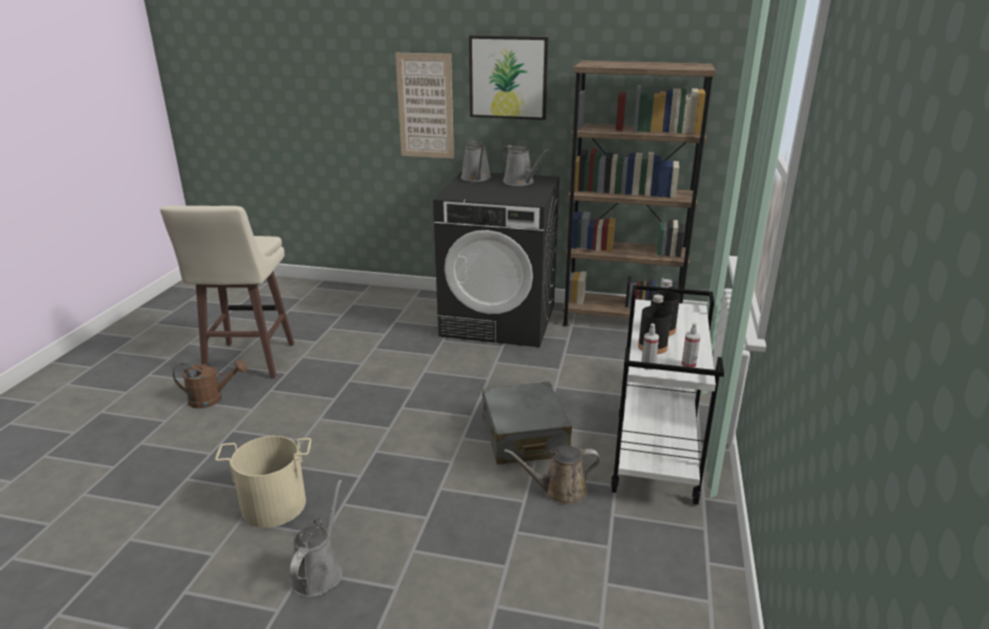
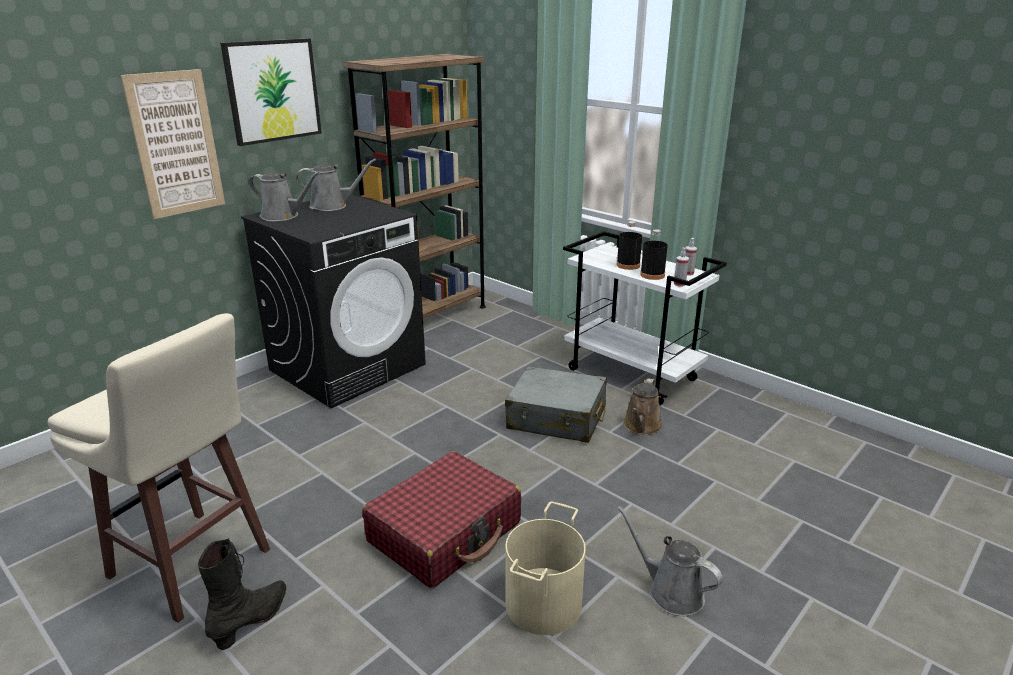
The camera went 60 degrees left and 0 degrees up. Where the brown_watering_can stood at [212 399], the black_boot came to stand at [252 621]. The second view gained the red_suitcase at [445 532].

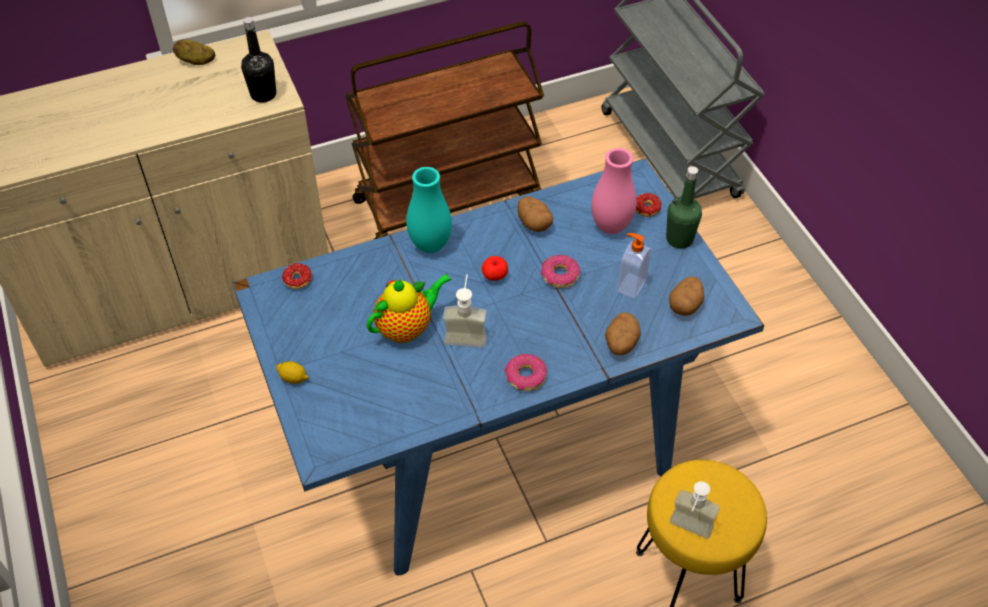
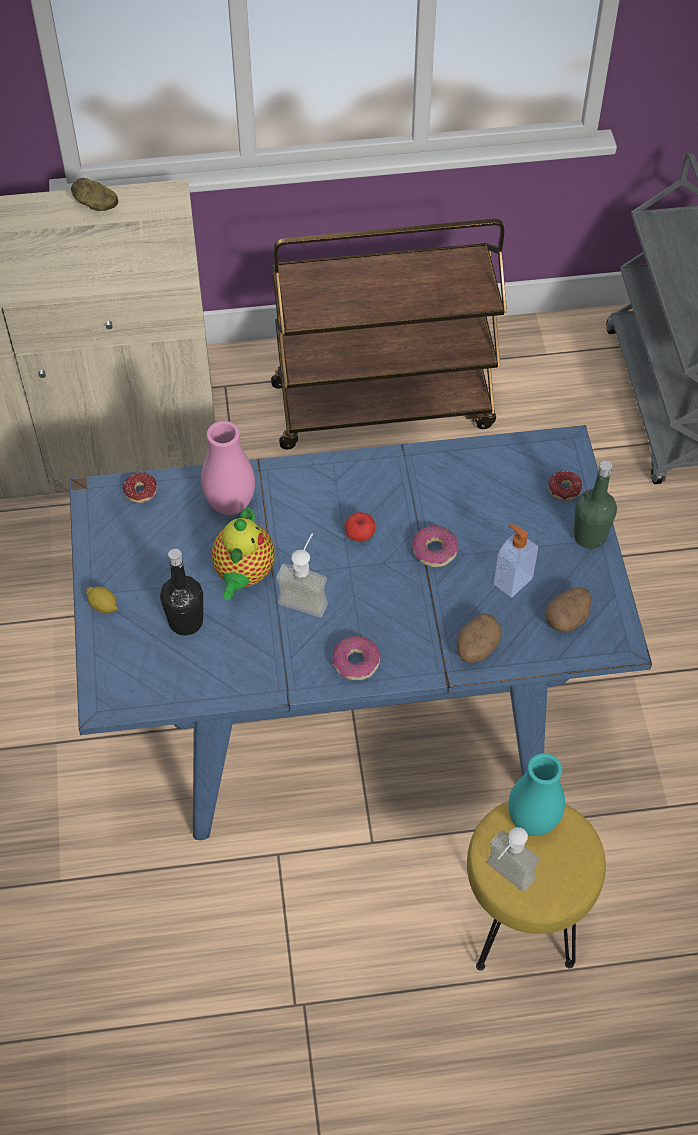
The camera went 15 degrees right and 5 degrees up. The black_bottle ended up elsewhere, having gone from [263 94] to [186 622]. The pink_vase ended up elsewhere, having gone from [611 226] to [230 504]. The turquoise_vase ended up elsewhere, having gone from [430 245] to [532 821]. The second view lost the potato at [534 223]. The teapot at [407 327] ended up facing another way, 120 degrees clockwise from before.

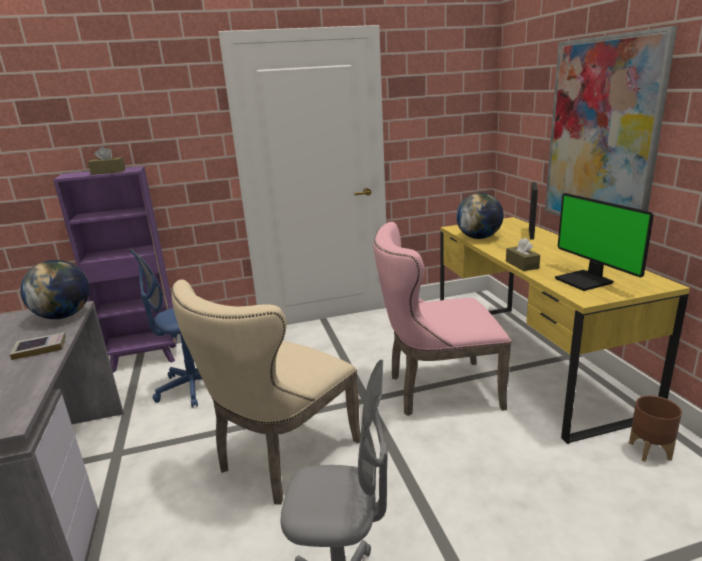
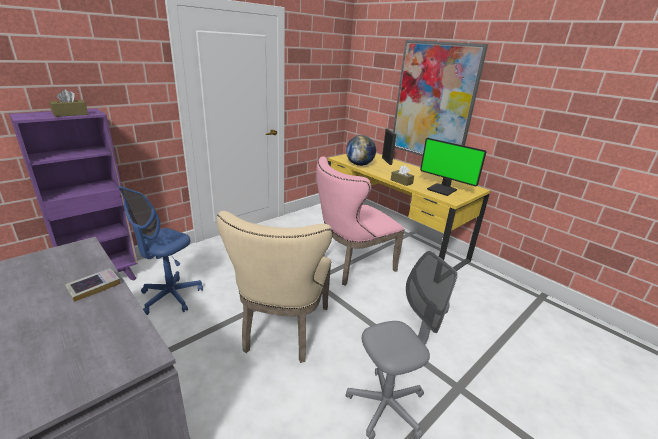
The camera went 30 degrees left and 5 degrees up. The second view lost the globe at [64 316]. The second view lost the brown_planter at [650 451].

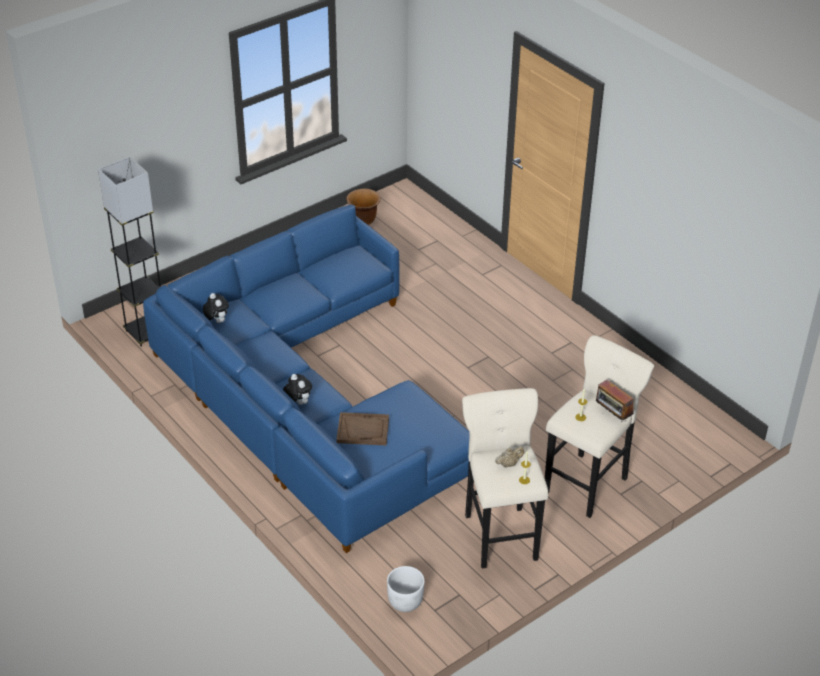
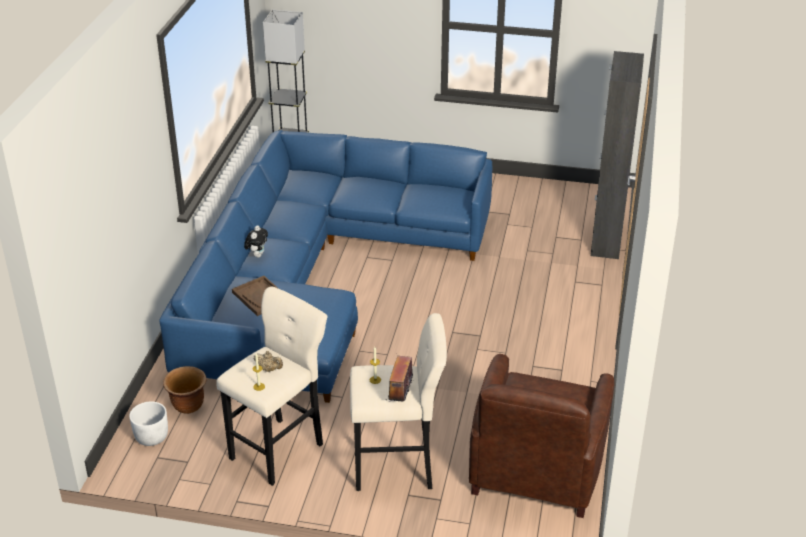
The camera went 50 degrees right and 5 degrees down. The brown_planter ended up elsewhere, having gone from [363 220] to [188 406]. The second view lost the plush_toy at [216 321]. The second view gained the black_cabinet at [606 240]. The second view gained the brown_armchair at [536 470].

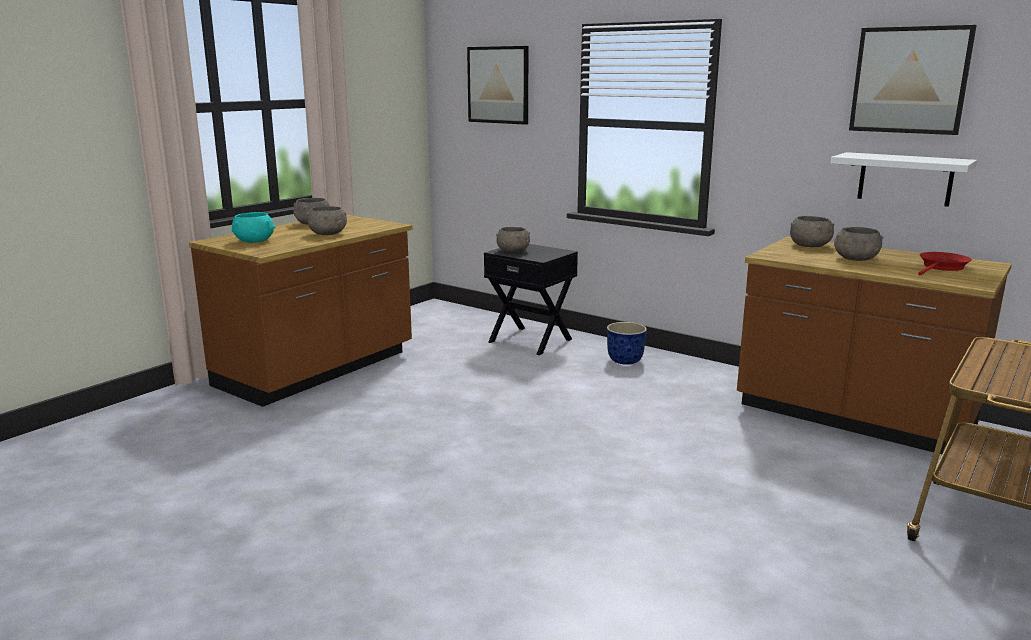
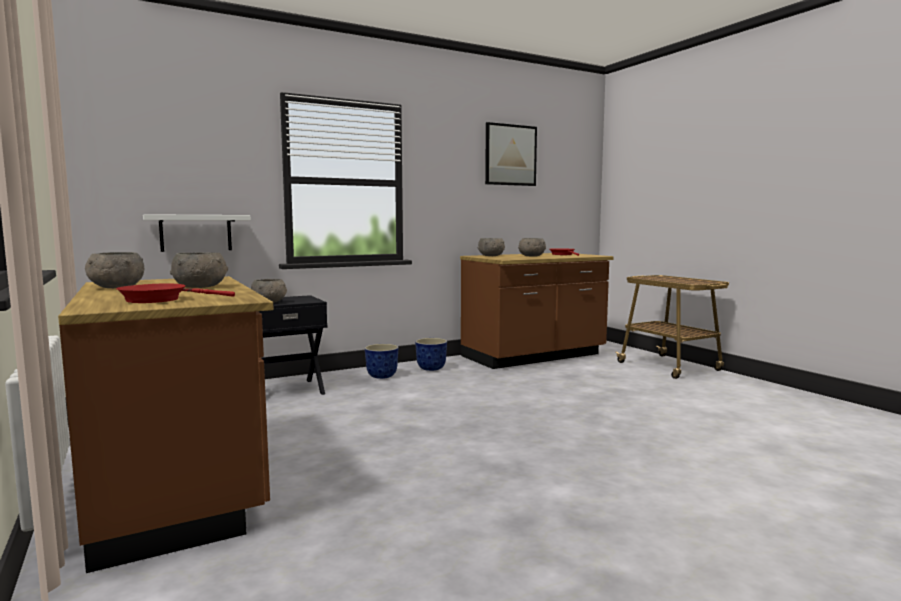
The camera went 65 degrees left and 10 degrees down. The second view lost the picture at [498 85]. The white_shelf ended up elsewhere, having gone from [905 179] to [196 233]. Where the turquoise_bowl stood at [254 241], the red_frying_pan came to stand at [159 300]. The second view gained the planter at [431 368].

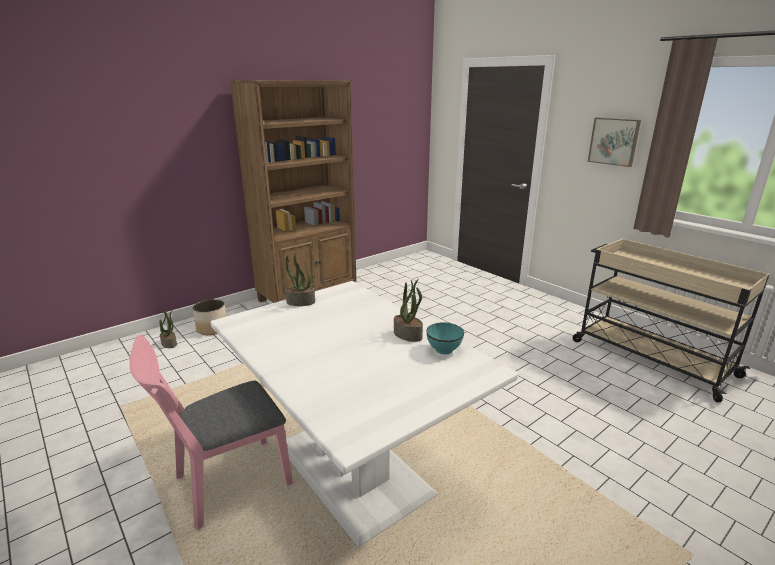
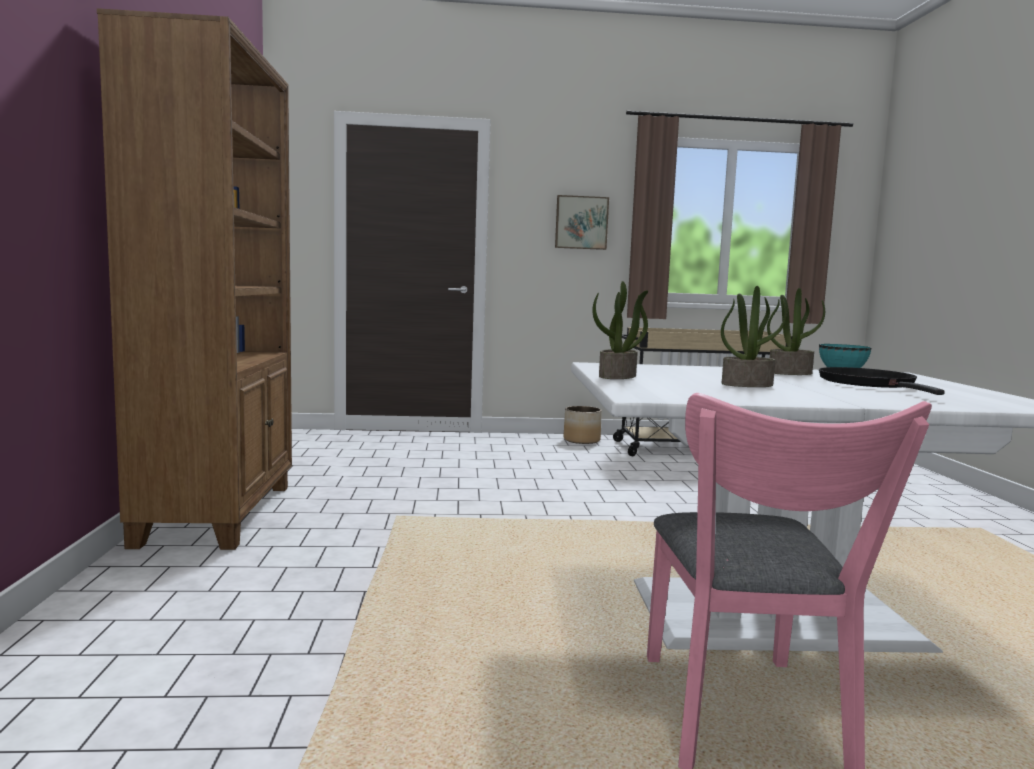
The camera went 55 degrees left and 15 degrees down. The planter ended up elsewhere, having gone from [212 329] to [582 440]. The potted_plant ended up elsewhere, having gone from [169 344] to [747 384]. The second view gained the black_frying_pan at [870 384].

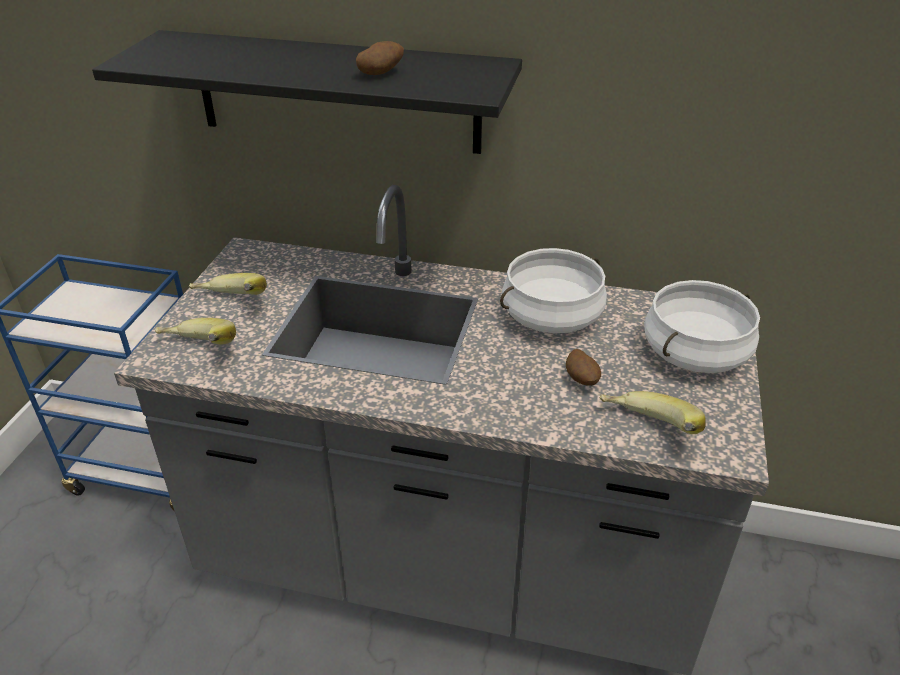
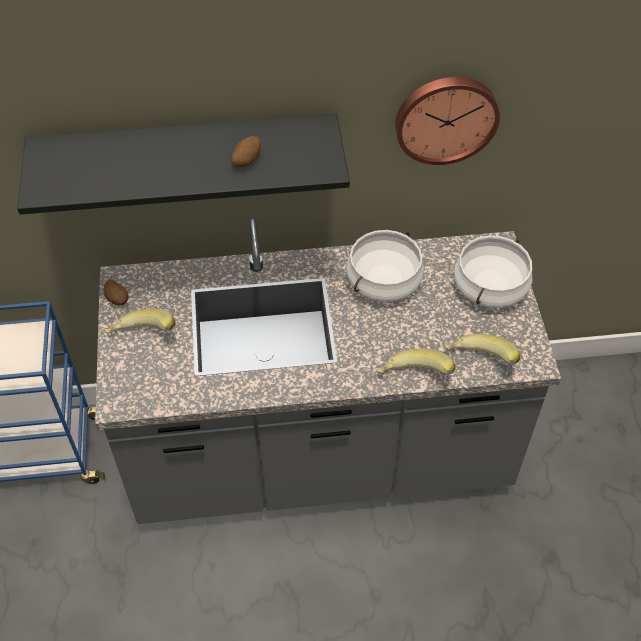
The camera went 20 degrees left and 15 degrees up. The banana ended up elsewhere, having gone from [198 353] to [413 378]. The potato ended up elsewhere, having gone from [581 380] to [117 299]. The second view gained the wall_clock at [445 118].

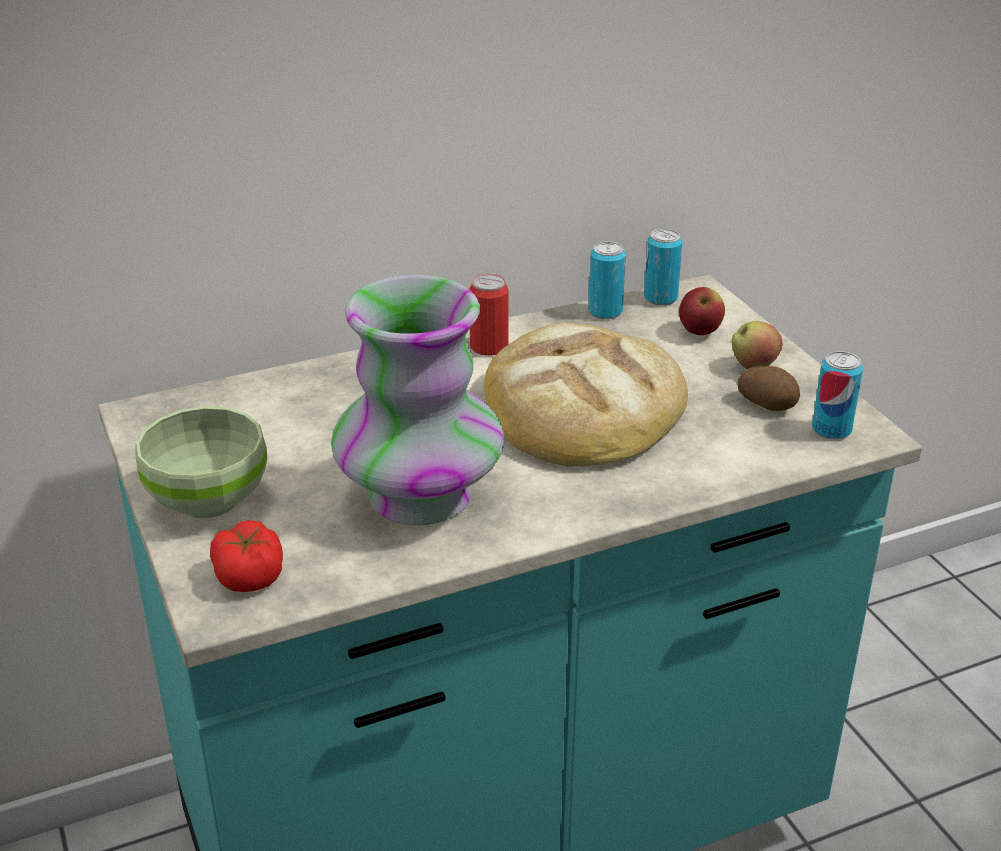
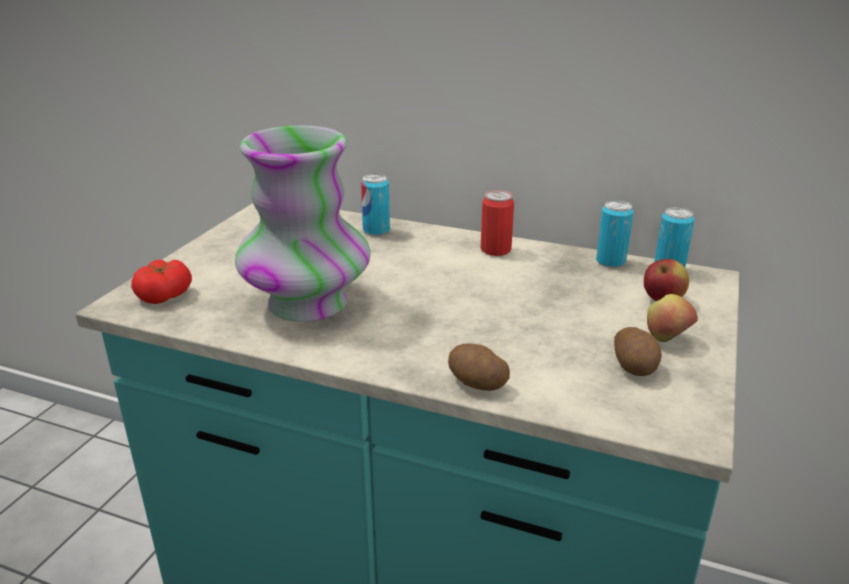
The camera went 45 degrees right and 5 degrees down. The second view lost the bread at [583 406]. The can ended up elsewhere, having gone from [831 430] to [376 231]. The second view lost the green_bowl at [206 501]. The second view gained the potato at [476 383].

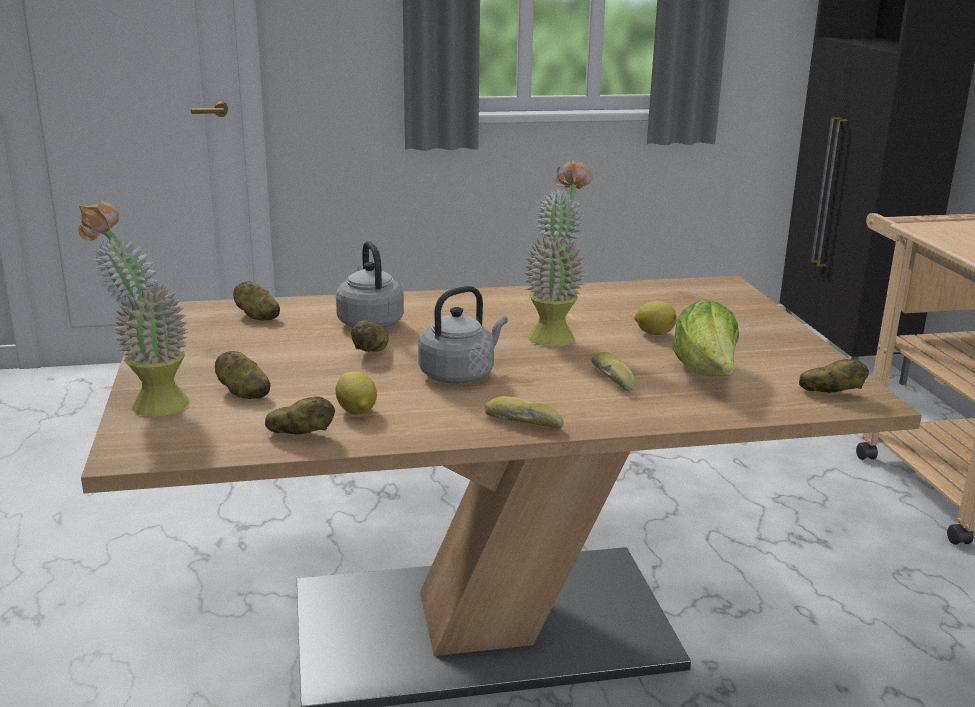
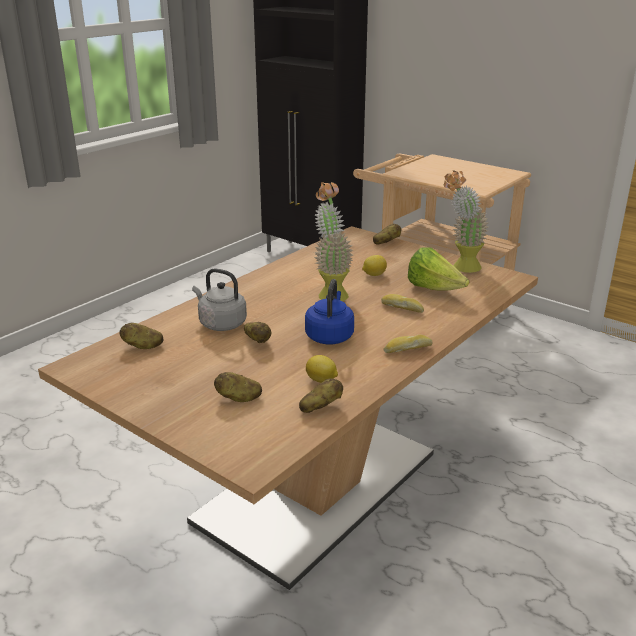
The camera went 40 degrees left and 5 degrees up. The potted_plant ended up elsewhere, having gone from [147 403] to [460 268]. What was the grey_kettle at [460 374] turned into the blue_kettle at [330 336]. The potato ended up elsewhere, having gone from [831 393] to [386 242].

